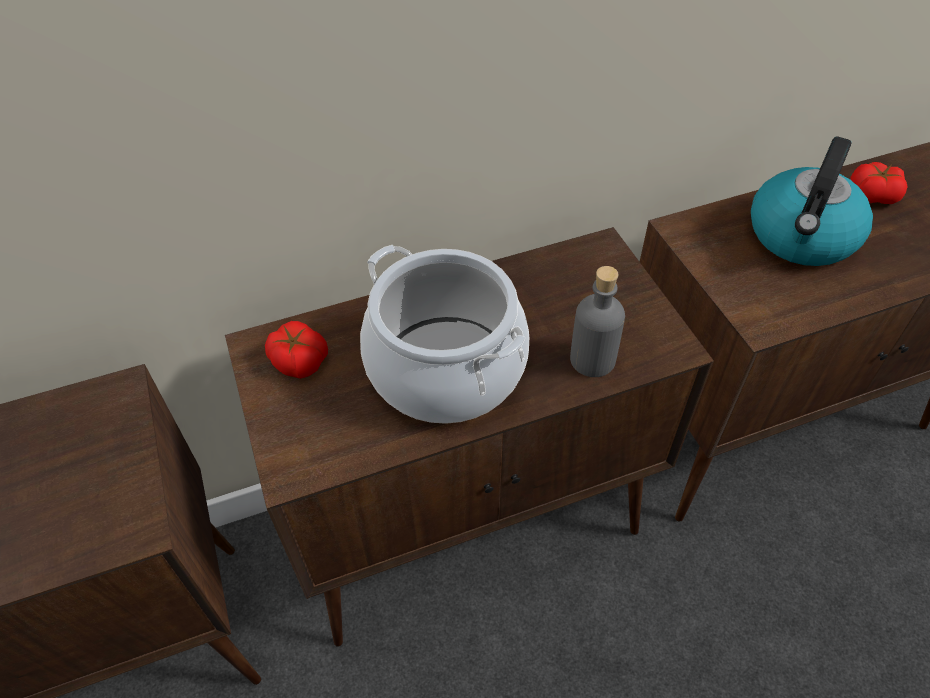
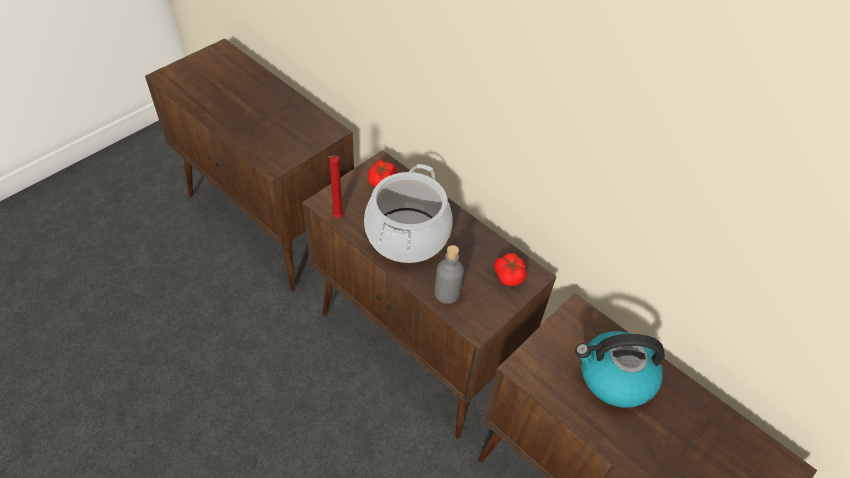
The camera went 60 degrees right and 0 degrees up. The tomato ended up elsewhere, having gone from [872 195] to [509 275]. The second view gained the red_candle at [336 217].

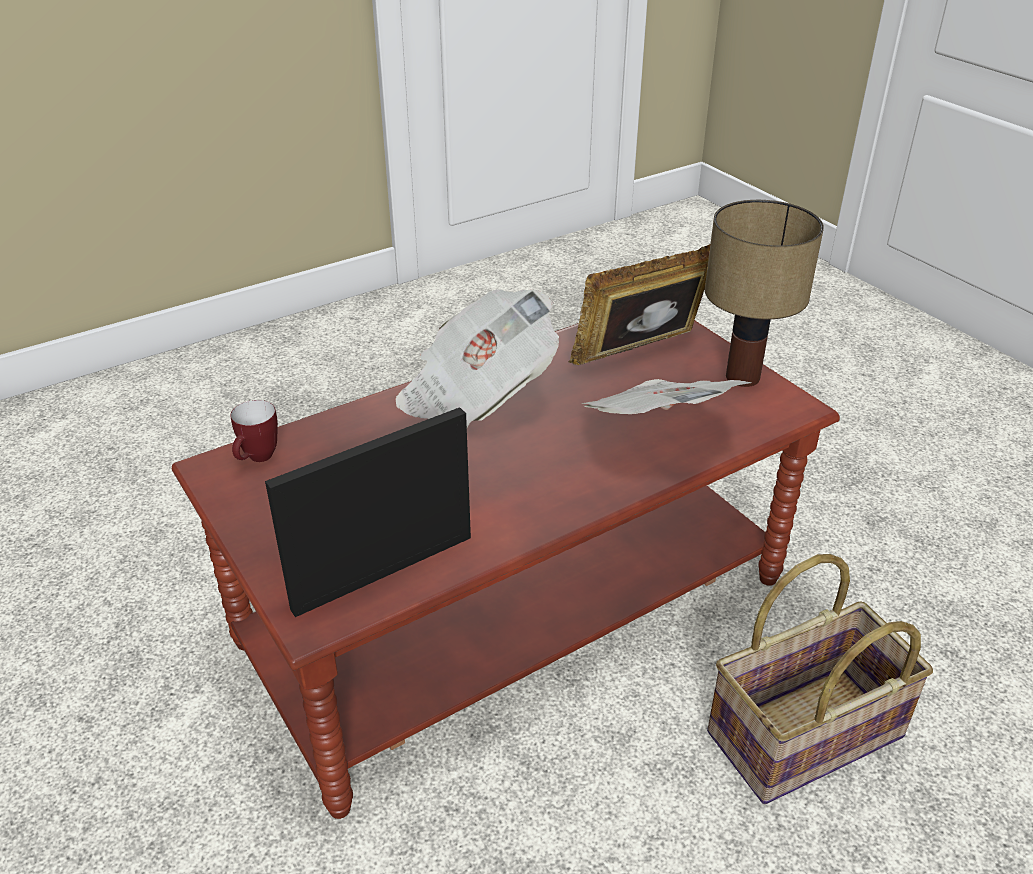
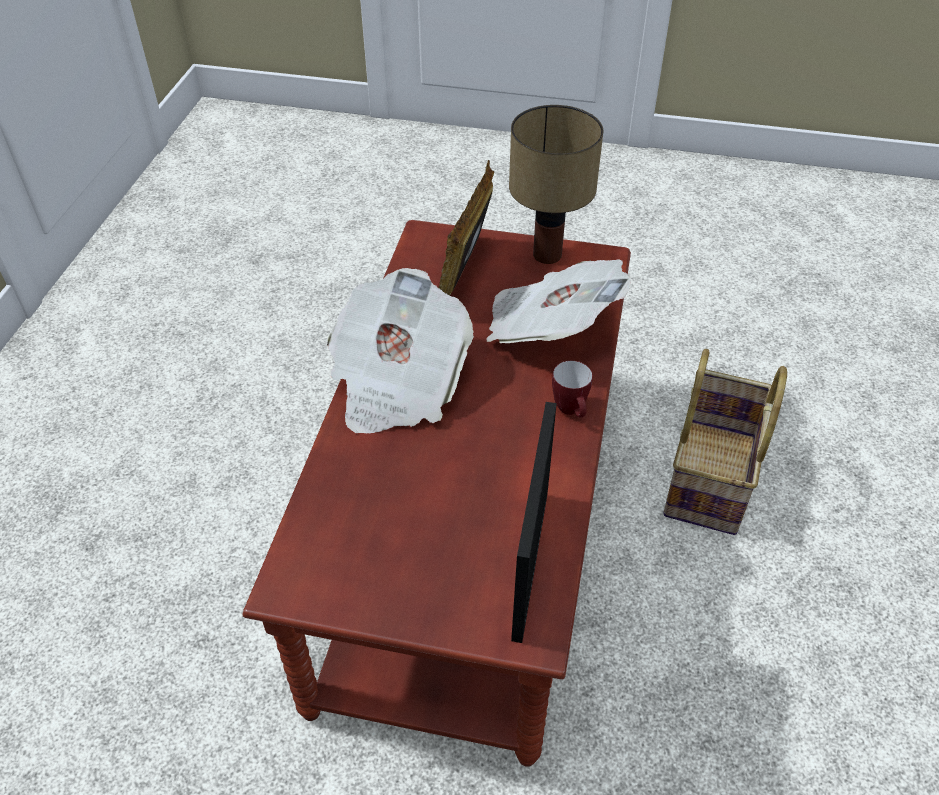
The camera went 45 degrees left and 10 degrees up. The mug ended up elsewhere, having gone from [258 459] to [571 411].

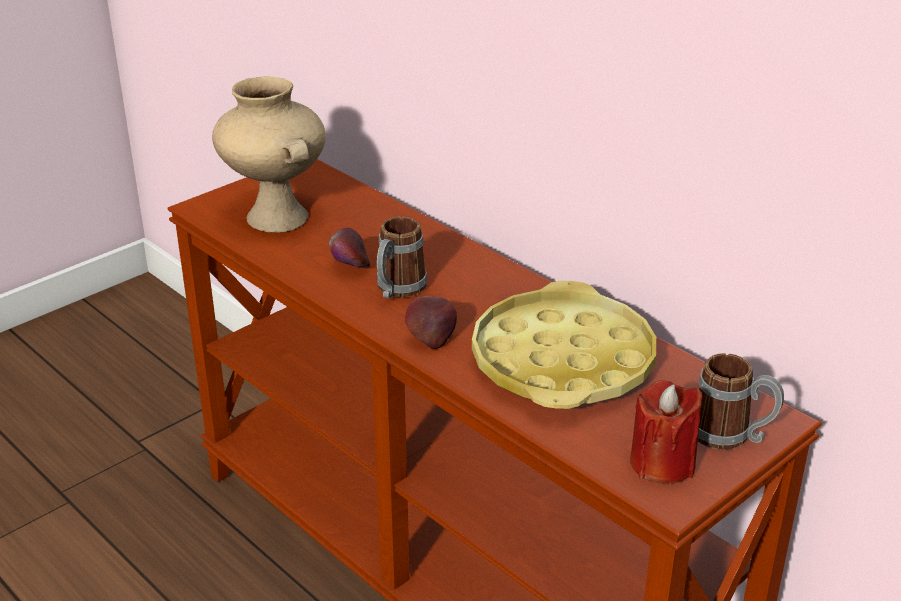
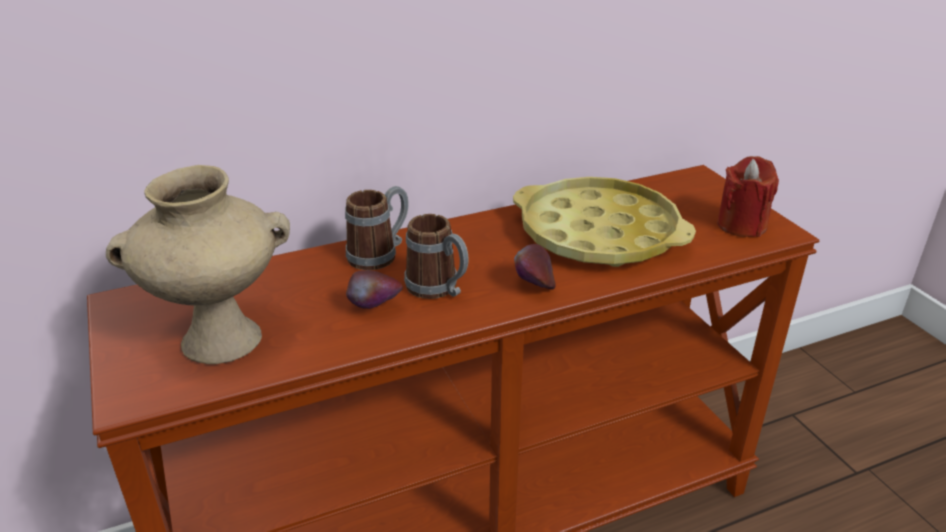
The camera went 70 degrees left and 0 degrees up. The mug ended up elsewhere, having gone from [731 436] to [380 254].

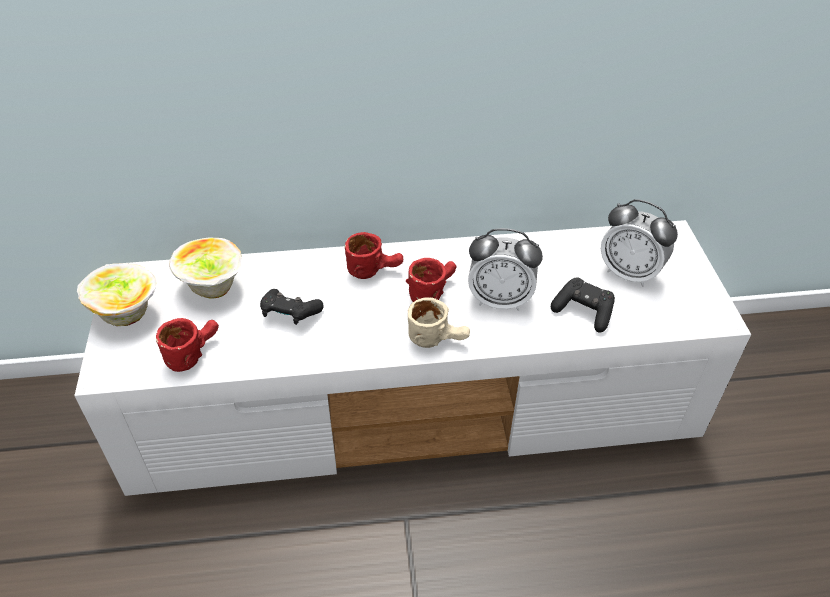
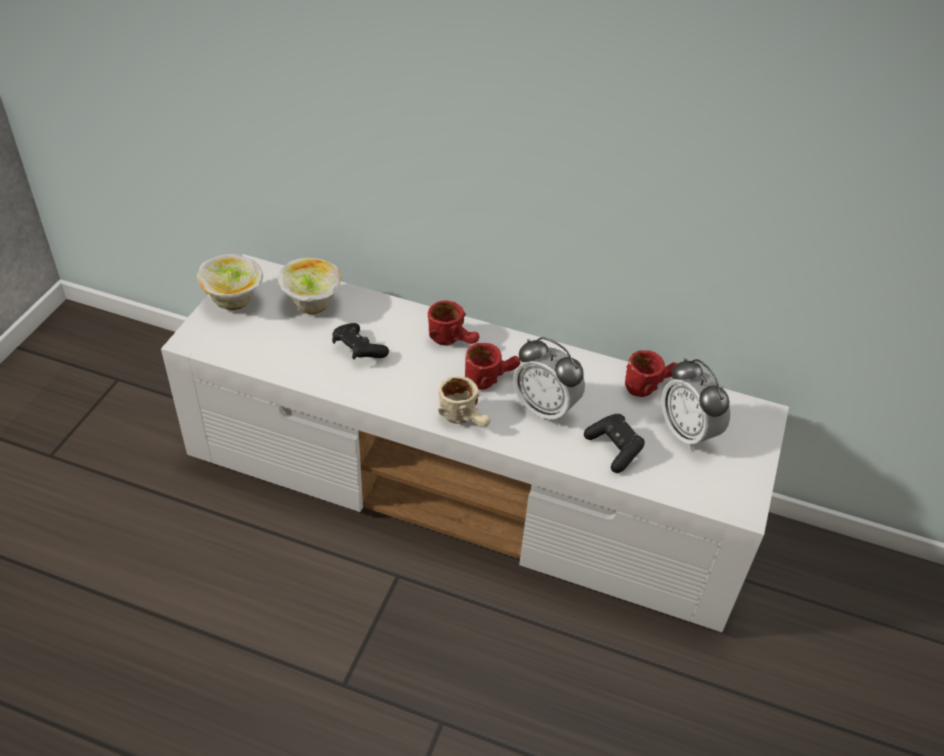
The camera went 25 degrees right and 0 degrees up. The red_mug ended up elsewhere, having gone from [192 352] to [648 384].

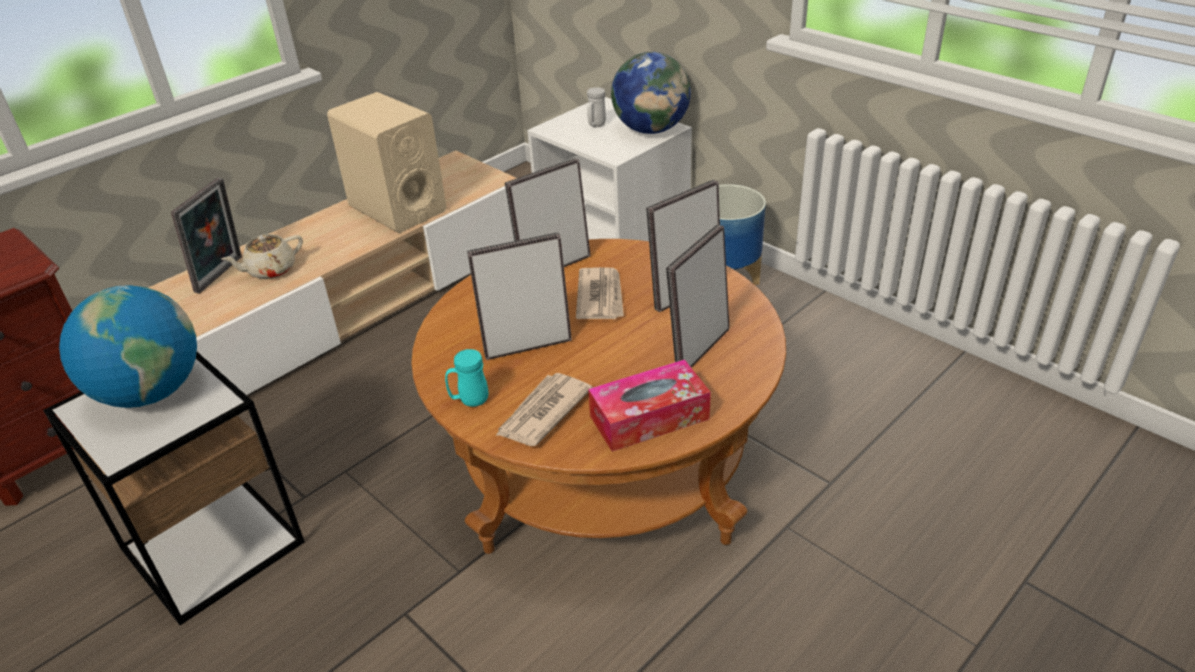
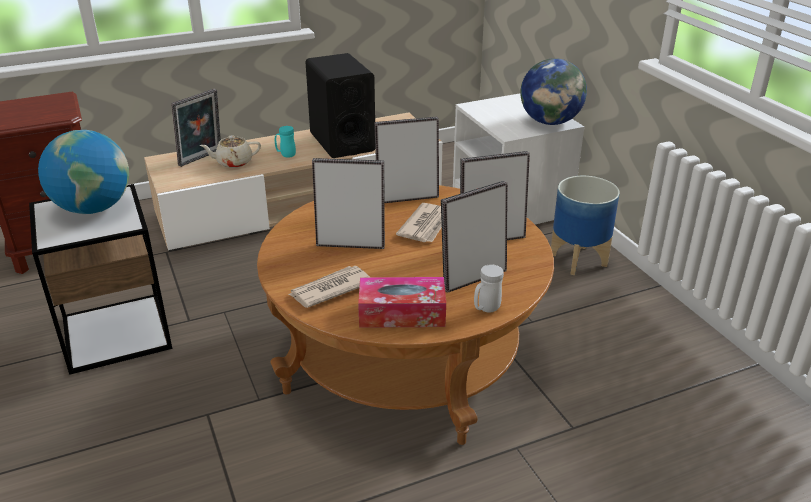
The camera went 20 degrees right and 5 degrees down. The white_mug ended up elsewhere, having gone from [596 126] to [486 309]. What was the beige_speaker at [397 208] turned into the black_speaker at [342 142]. The turquoise_mug ended up elsewhere, having gone from [469 401] to [285 155].

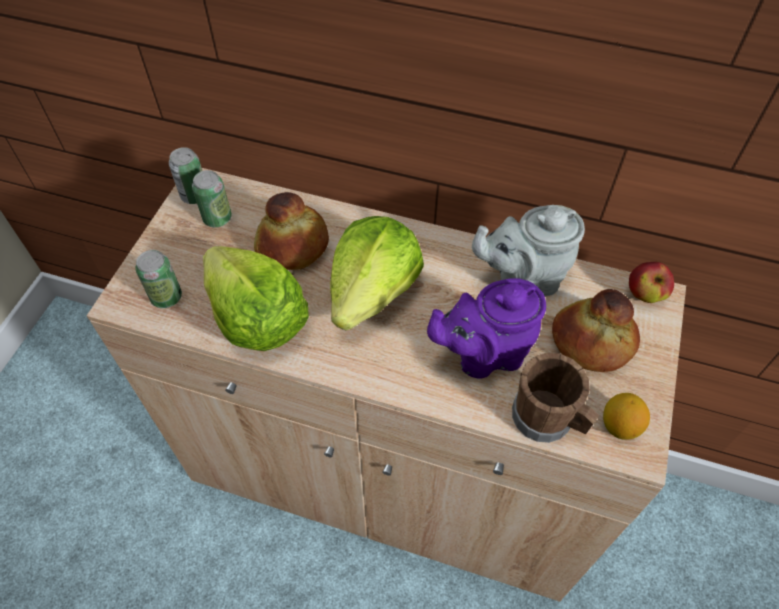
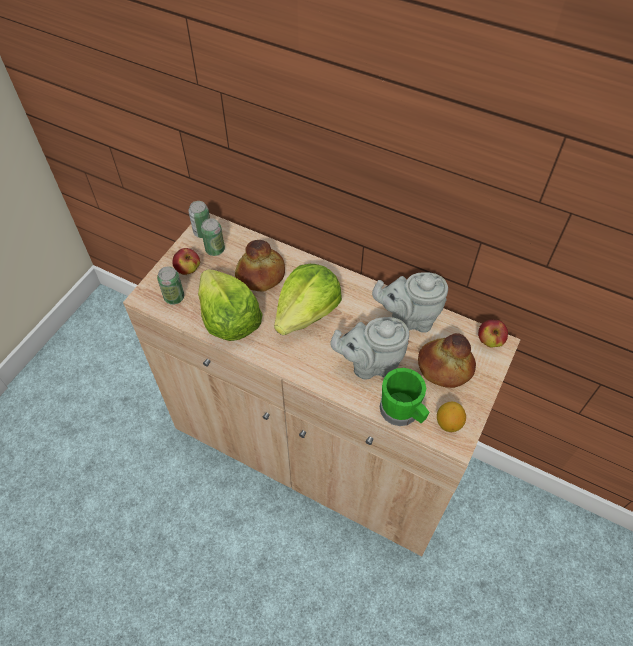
The camera went 10 degrees right and 0 degrees up. What was the purple_teapot at [484 354] turned into the grey_teapot at [370 364]. What was the brown_mug at [548 419] turned into the green_mug at [402 412]. The second view gained the apple at [188 270].

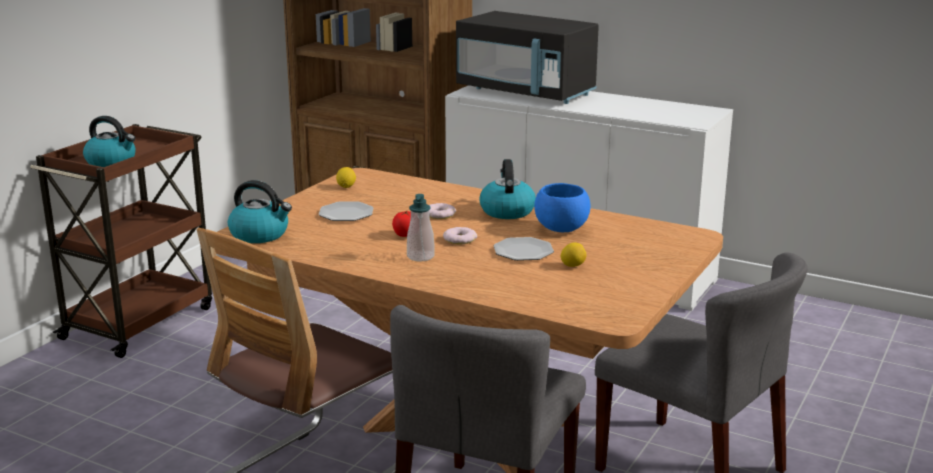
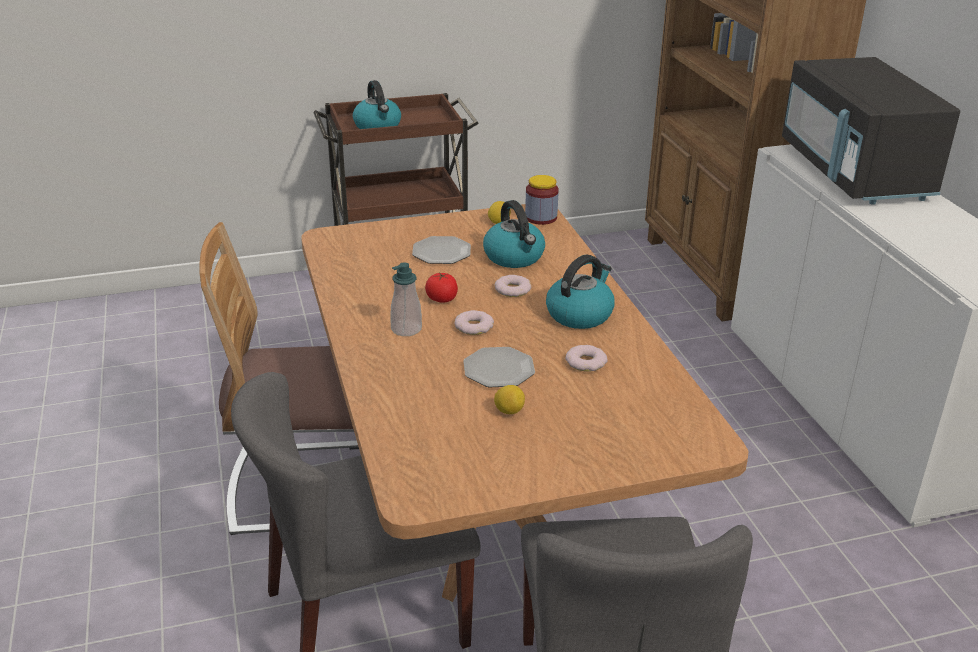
The camera went 45 degrees right and 10 degrees up. The kettle ended up elsewhere, having gone from [260 235] to [514 257]. Where the blue_bowl stood at [561 229], the donut came to stand at [586 362]. The second view gained the jar at [541 217].

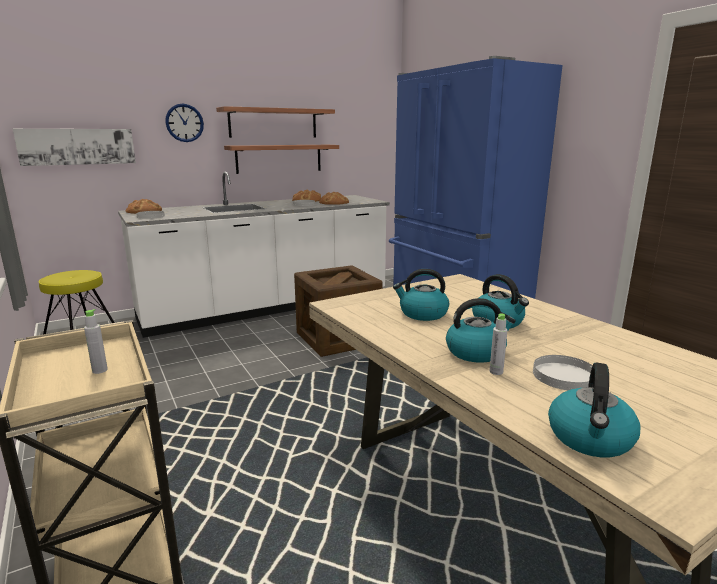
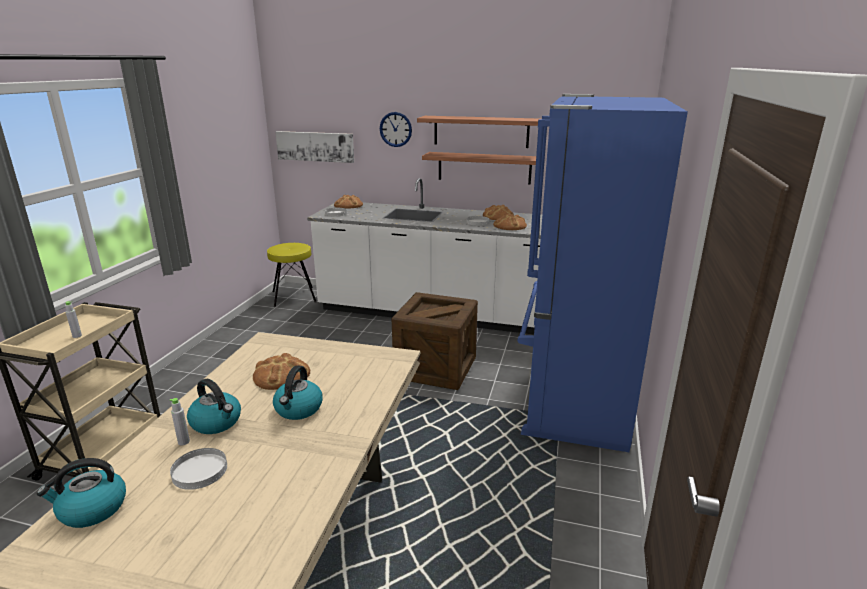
The camera went 45 degrees right and 5 degrees up. Where the kettle stood at [422 314], the bread came to stand at [281 375].

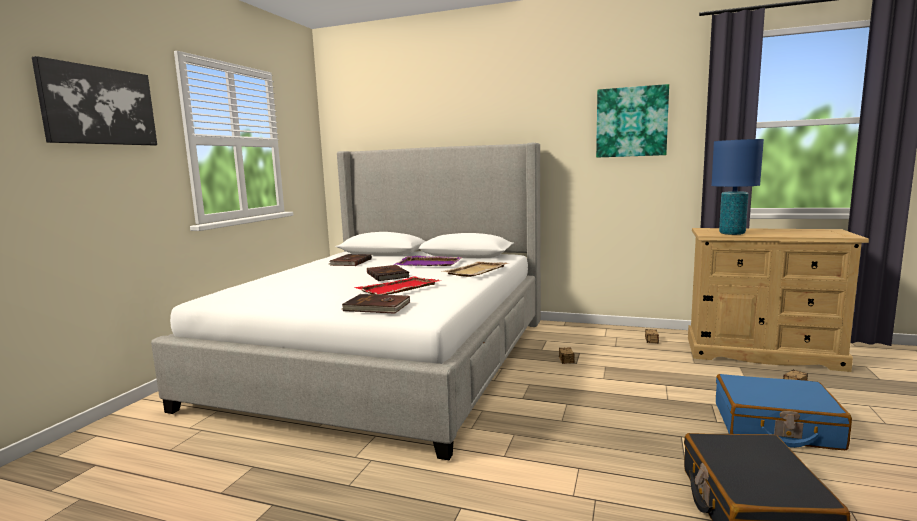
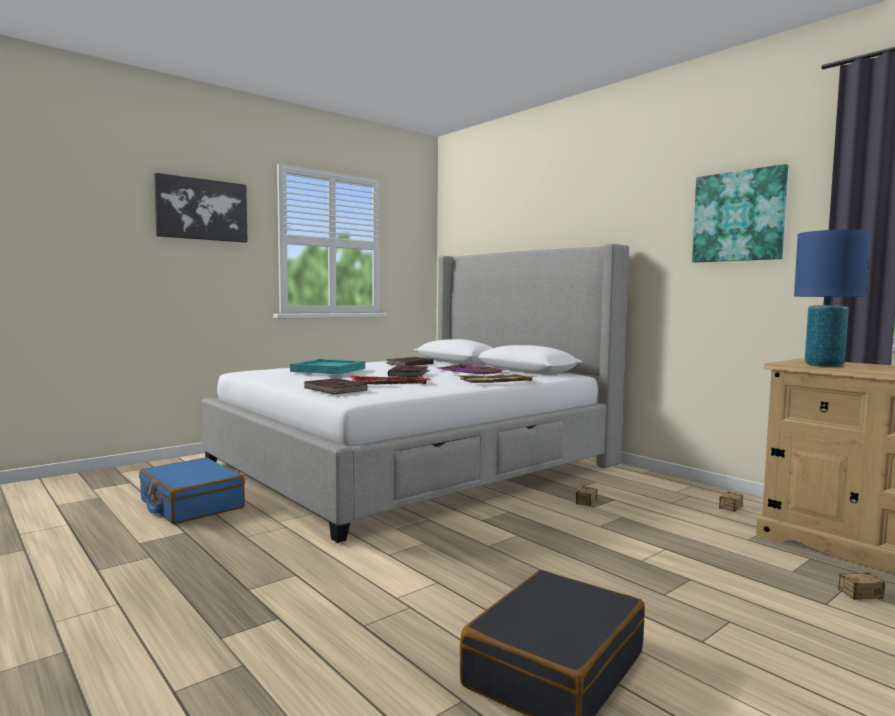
The camera went 30 degrees right and 5 degrees down. The blue_suitcase ended up elsewhere, having gone from [775 426] to [191 504]. The second view gained the turquoise_tray at [328 370].

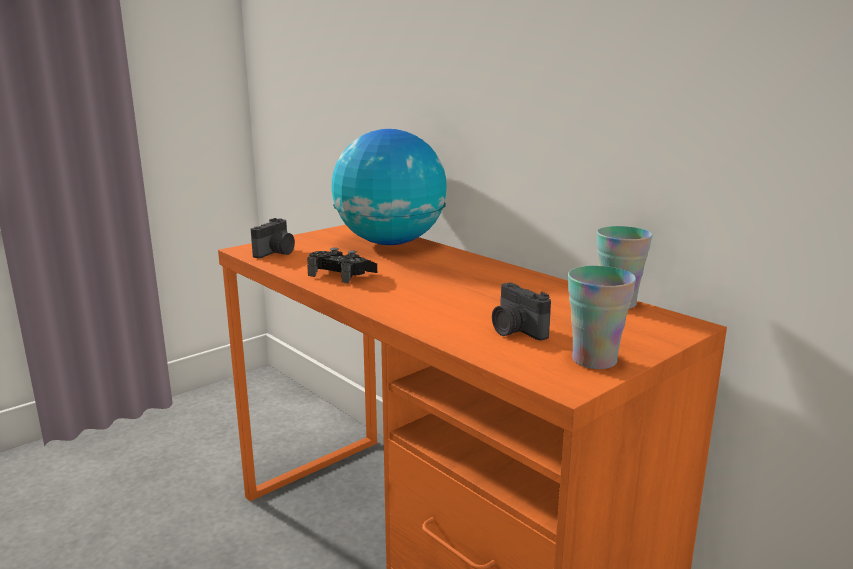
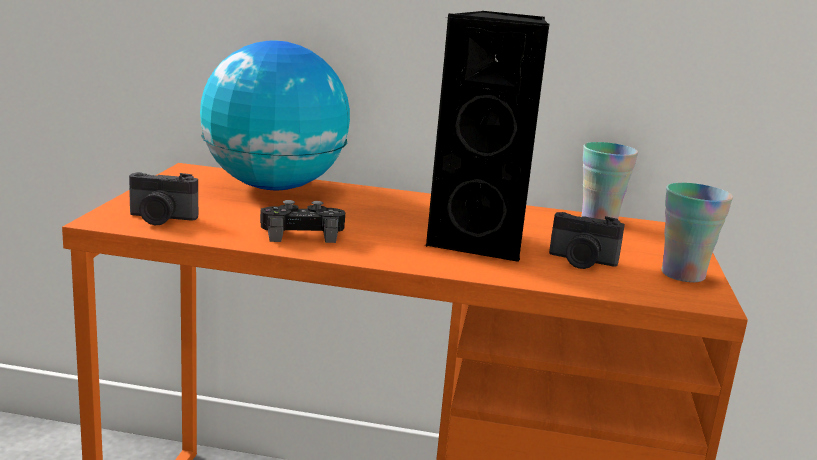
The camera went 40 degrees left and 0 degrees up. The photo_camera at [276 253] ended up facing another way, 105 degrees clockwise from before. The second view gained the black_speaker at [481 242].

